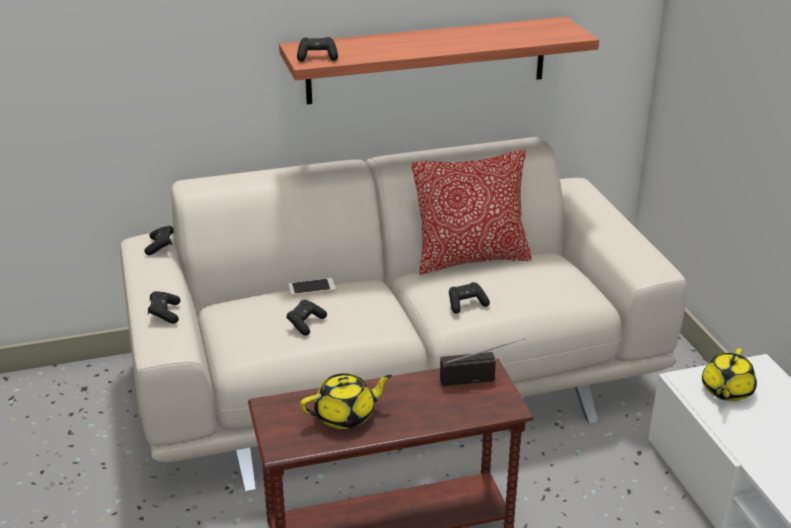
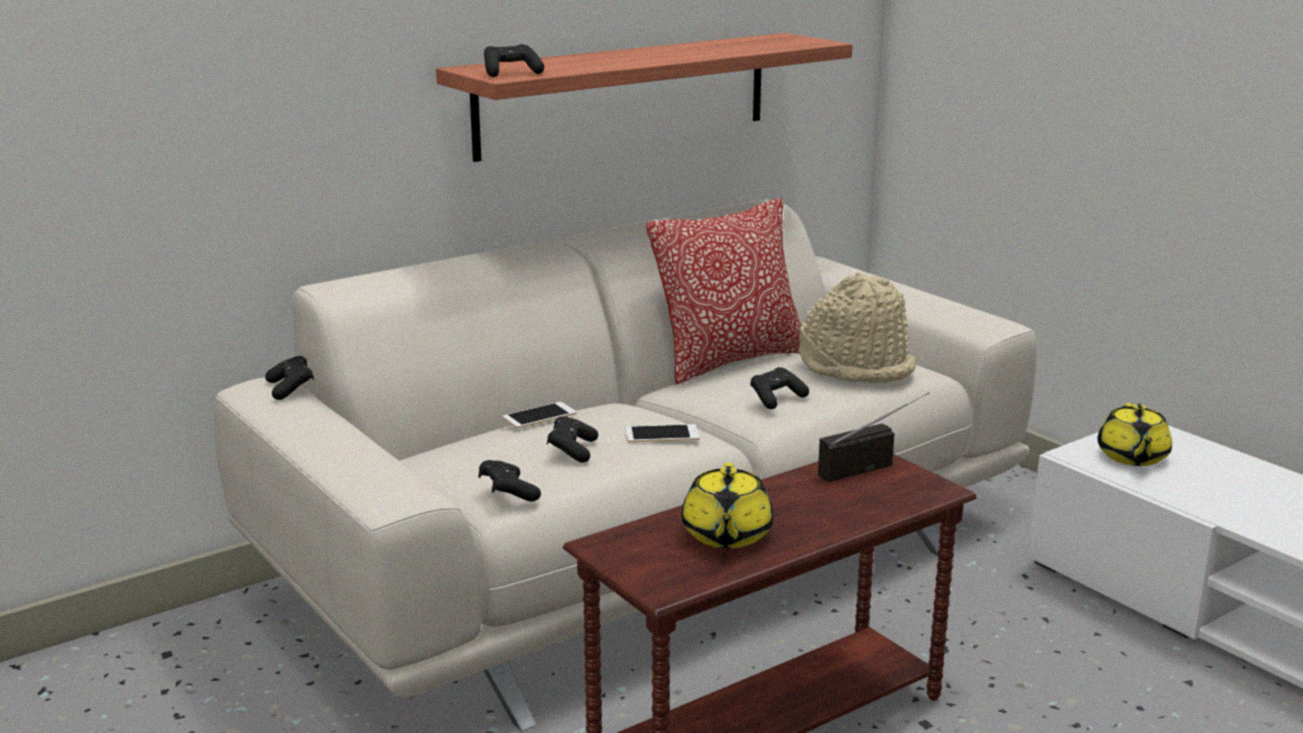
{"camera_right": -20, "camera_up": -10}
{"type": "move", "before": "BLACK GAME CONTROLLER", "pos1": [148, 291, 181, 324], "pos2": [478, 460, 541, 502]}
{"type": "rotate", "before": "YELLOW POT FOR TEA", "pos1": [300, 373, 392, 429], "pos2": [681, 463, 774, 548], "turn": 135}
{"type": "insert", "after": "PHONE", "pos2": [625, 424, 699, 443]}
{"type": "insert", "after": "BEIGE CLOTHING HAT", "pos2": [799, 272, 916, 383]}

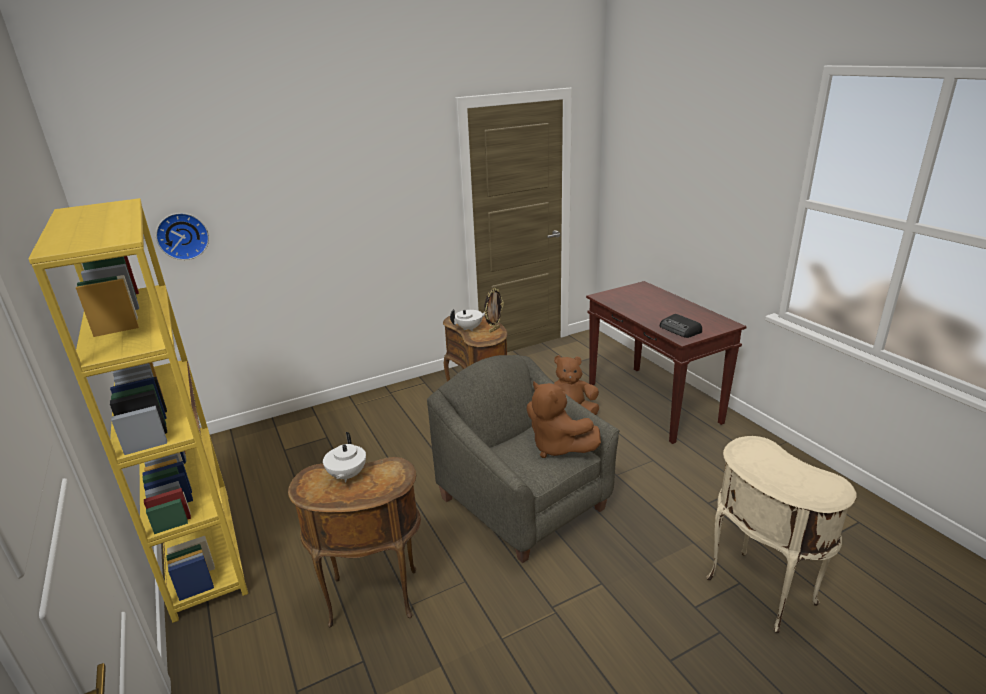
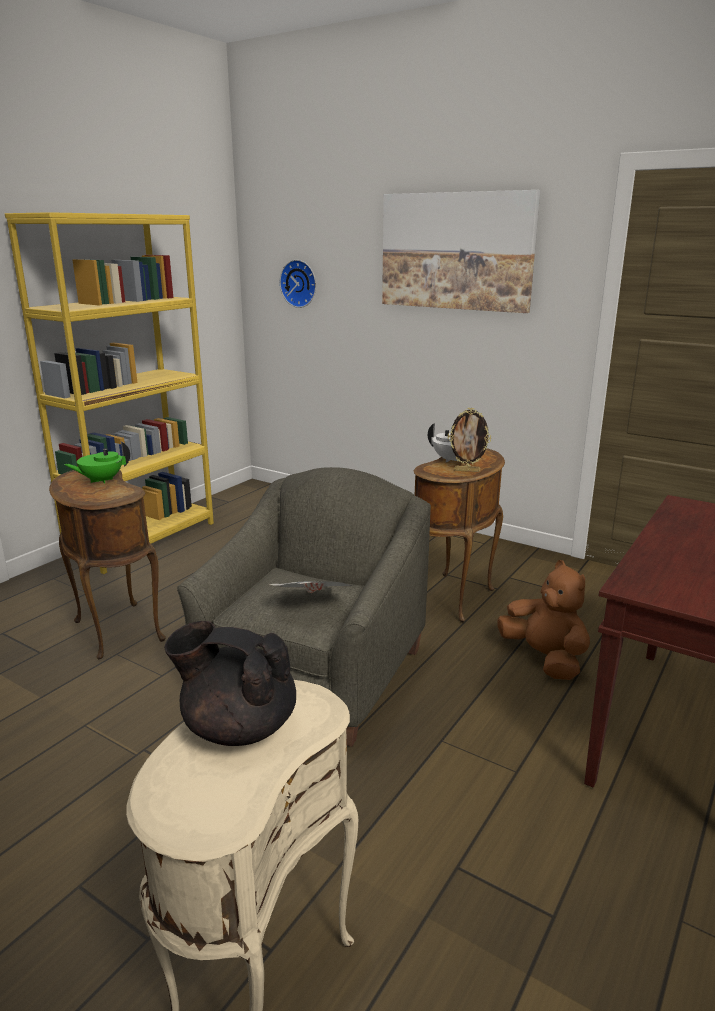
{"camera_right": 60, "camera_up": -5}
{"type": "recolor", "before": "WHITISH POT FOR TEA", "after": "GREENISH POT FOR TEA", "pos1": [323, 432, 366, 483], "pos2": [64, 441, 130, 484]}
{"type": "replace", "before": "BROWNISH CUDDLY TOY", "after": "NEWSPAPER", "pos1": [526, 382, 601, 458], "pos2": [270, 581, 352, 593]}
{"type": "delete", "before": "RADIO RECEIVER", "pos1": [660, 314, 702, 338]}
{"type": "insert", "after": "BLACK POT FOR TEA", "pos2": [164, 621, 296, 746]}
{"type": "insert", "after": "WALL PICTURE", "pos2": [382, 190, 540, 313]}

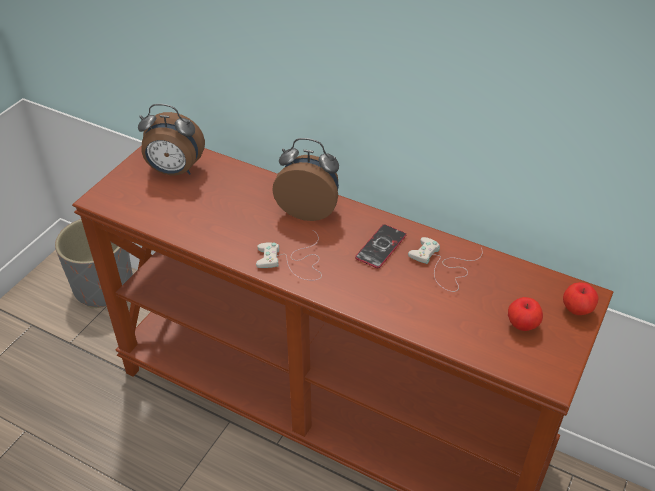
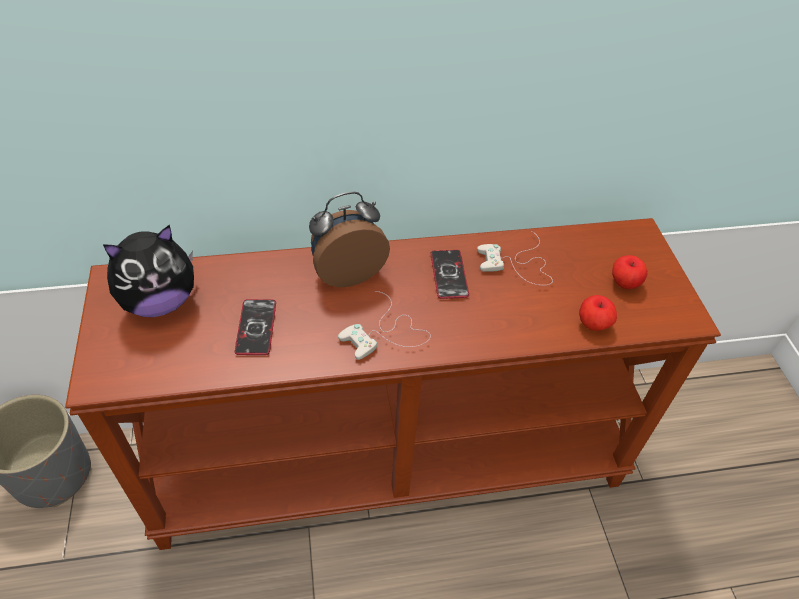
{"camera_right": -40, "camera_up": 5}
{"type": "replace", "before": "TABLE CLOCK", "after": "CUDDLY TOY", "pos1": [138, 104, 205, 175], "pos2": [103, 225, 194, 317]}
{"type": "move", "before": "WHOLE APPLE", "pos1": [563, 282, 598, 315], "pos2": [579, 295, 617, 331]}
{"type": "insert", "after": "PHONE", "pos2": [235, 299, 276, 355]}

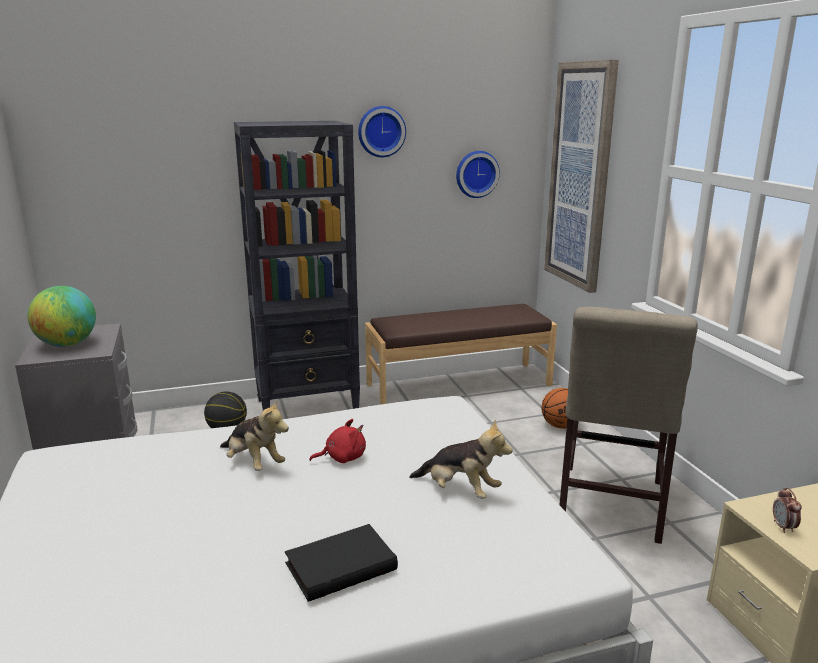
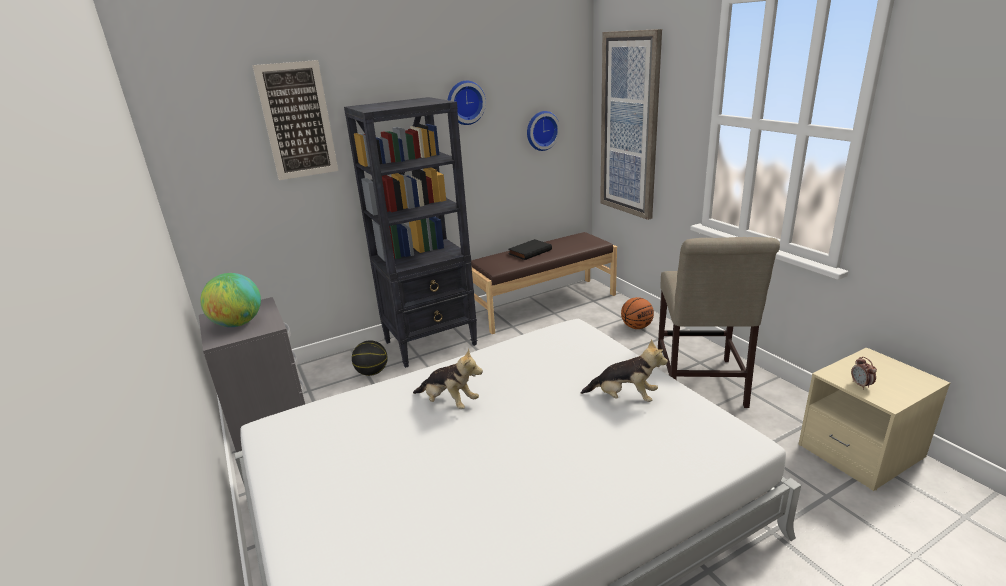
{"camera_right": -10, "camera_up": 5}
{"type": "move", "before": "BLACK VOLUME", "pos1": [285, 524, 398, 602], "pos2": [508, 239, 552, 260]}
{"type": "delete", "before": "RED-COLOURED CUDDLY TOY", "pos1": [309, 419, 366, 463]}
{"type": "insert", "after": "WALL PICTURE", "pos2": [252, 60, 338, 180]}

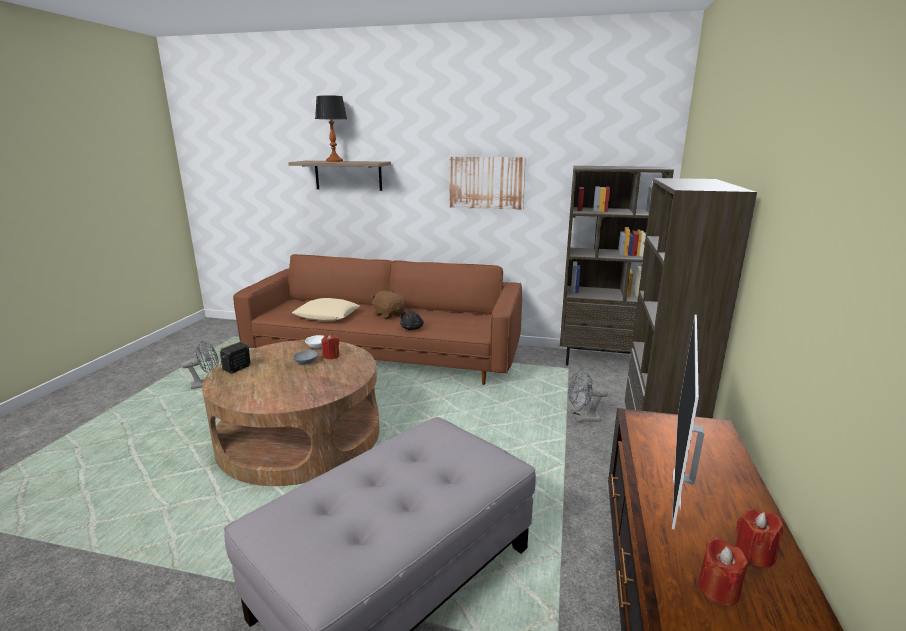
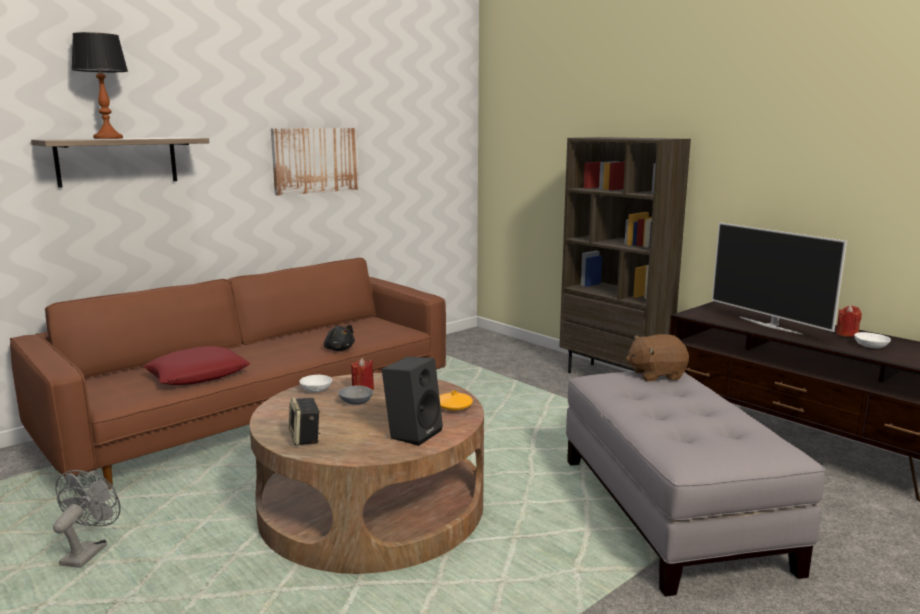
{"camera_right": -55, "camera_up": -5}
{"type": "recolor", "before": "BEIGE PILLOW", "after": "RED-COLOURED PILLOW", "pos1": [292, 298, 360, 321], "pos2": [143, 346, 250, 385]}
{"type": "move", "before": "BROWNISH CUDDLY TOY", "pos1": [371, 290, 405, 319], "pos2": [626, 334, 689, 382]}
{"type": "delete", "before": "BROWNISH SHELVING UNIT", "pos1": [560, 166, 674, 365]}
{"type": "delete", "before": "GRAY FAN", "pos1": [568, 369, 608, 422]}
{"type": "replace", "before": "RED-COLOURED CANDLE", "after": "WHITISH SERVING BOWL", "pos1": [698, 537, 748, 606], "pos2": [854, 332, 891, 348]}
{"type": "insert", "after": "BLACK SPEAKER", "pos2": [382, 356, 443, 446]}
{"type": "insert", "after": "ORANGE FLOWER VASE", "pos2": [439, 391, 473, 411]}

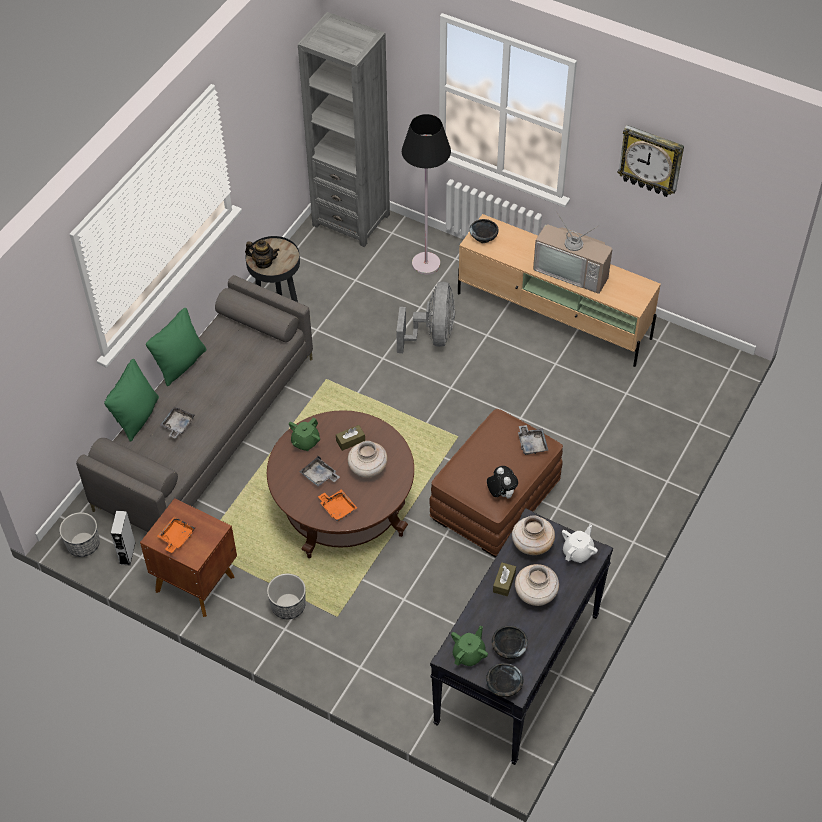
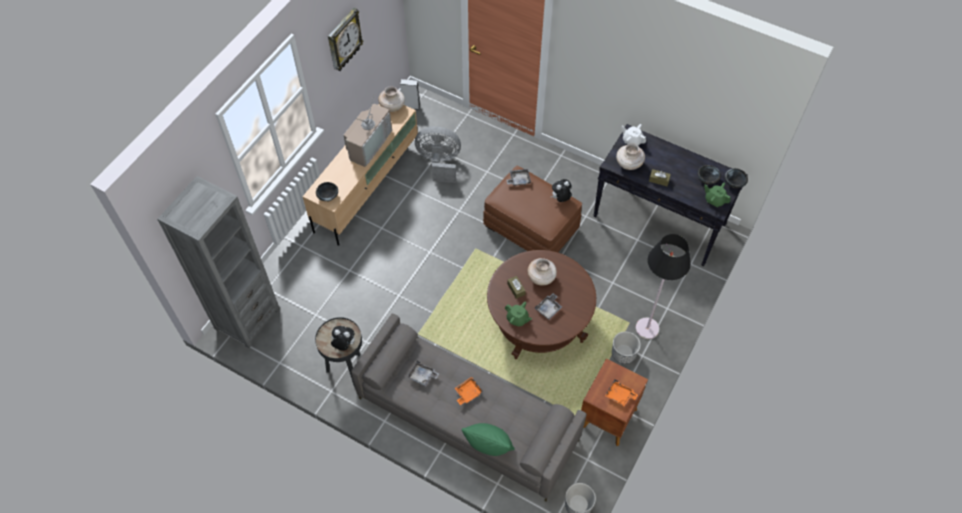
{"camera_right": -90, "camera_up": 5}
{"type": "move", "before": "GRAY SPEAKER", "pos1": [111, 511, 136, 565], "pos2": [400, 79, 420, 110]}
{"type": "delete", "before": "GREENISH PILLOW", "pos1": [146, 308, 207, 386]}
{"type": "move", "before": "GRAY TRAY", "pos1": [160, 407, 195, 438], "pos2": [407, 361, 439, 386]}
{"type": "replace", "before": "POT FOR TEA", "after": "CUDDLY TOY", "pos1": [245, 240, 279, 269], "pos2": [331, 326, 355, 351]}
{"type": "move", "before": "ORANGE TRAY", "pos1": [318, 489, 357, 521], "pos2": [455, 377, 483, 405]}
{"type": "move", "before": "GRAY FAN", "pos1": [396, 282, 455, 353], "pos2": [415, 126, 461, 183]}
{"type": "move", "before": "BLACK STANDARD LAMP", "pos1": [402, 114, 451, 275], "pos2": [635, 234, 691, 339]}
{"type": "move", "before": "BEIGE FLOWER VASE", "pos1": [515, 564, 559, 606], "pos2": [378, 86, 405, 112]}

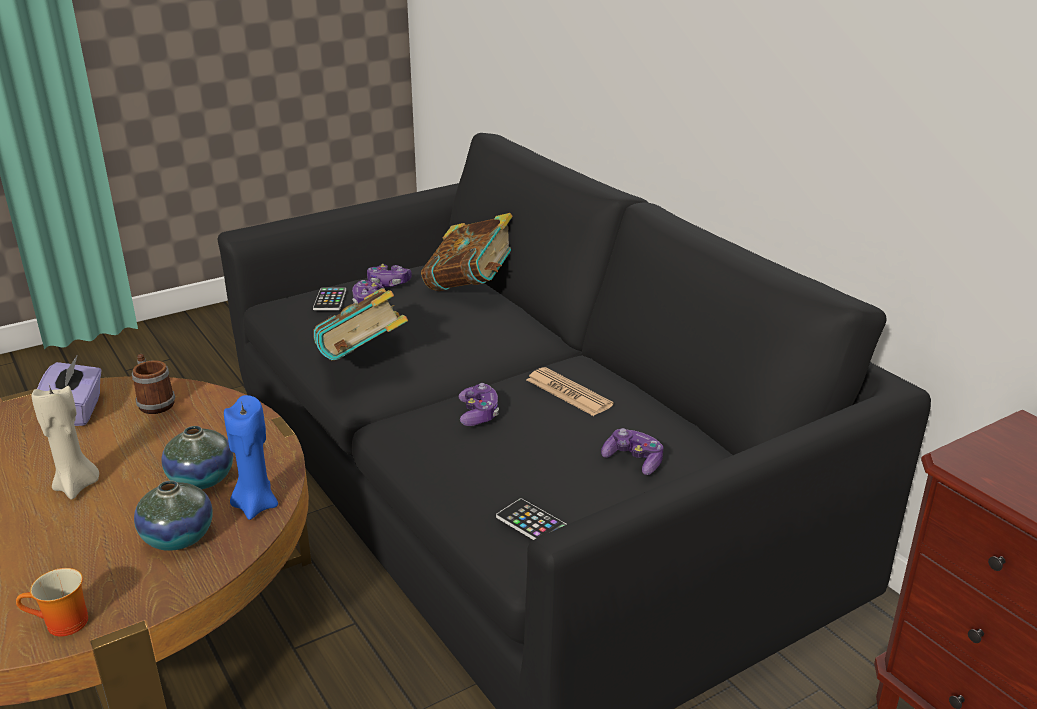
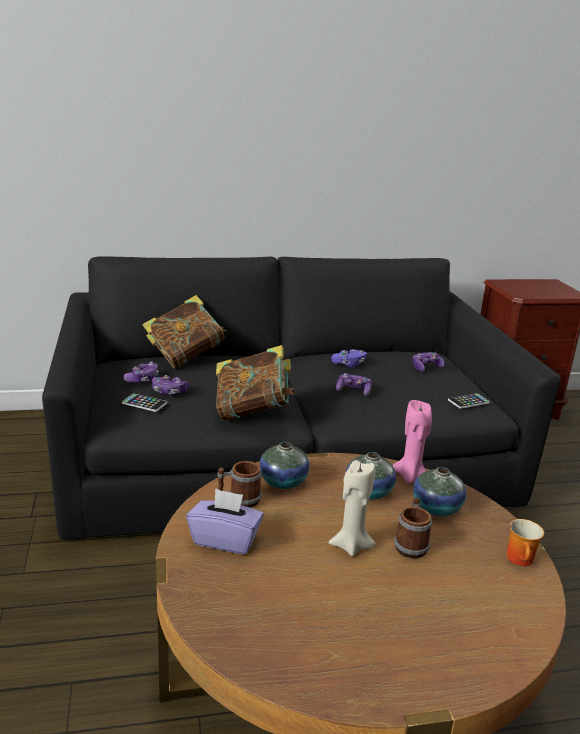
{"camera_right": -70, "camera_up": -5}
{"type": "recolor", "before": "BLUISH CANDLE", "after": "PINK CANDLE", "pos1": [224, 395, 278, 520], "pos2": [393, 400, 432, 483]}
{"type": "replace", "before": "NEWSPAPER", "after": "PURPLE GAME CONTROLLER", "pos1": [527, 367, 614, 416], "pos2": [331, 349, 366, 368]}
{"type": "insert", "after": "FLOWER VASE", "pos2": [259, 442, 310, 489]}
{"type": "insert", "after": "TEA MUG", "pos2": [394, 497, 432, 558]}

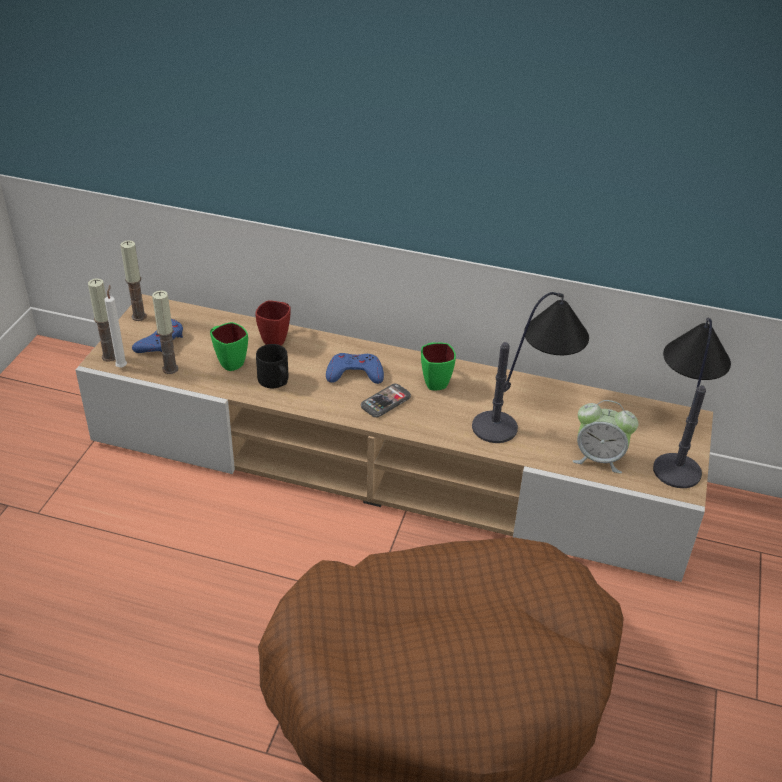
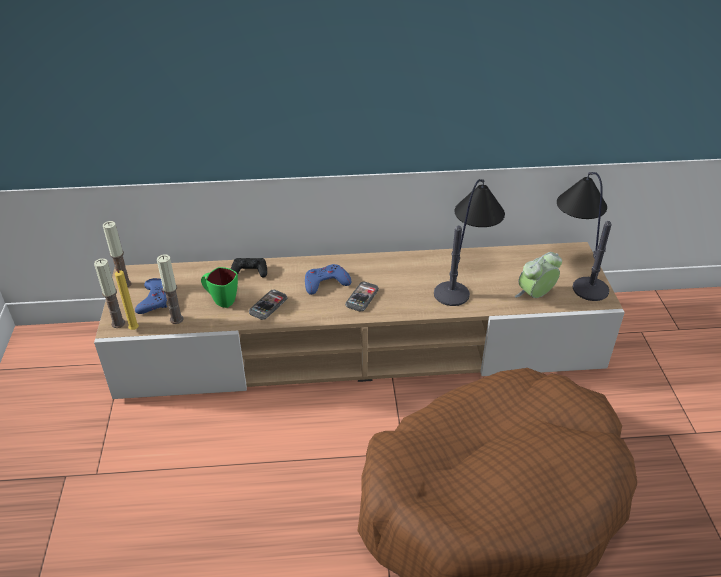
{"camera_right": -20, "camera_up": 0}
{"type": "recolor", "before": "WHITISH CANDLE", "after": "YELLOW CANDLE", "pos1": [105, 285, 127, 368], "pos2": [115, 261, 139, 330]}
{"type": "replace", "before": "RED-COLOURED TEA MUG", "after": "BLACK GAME CONTROLLER", "pos1": [255, 301, 291, 345], "pos2": [230, 258, 267, 278]}
{"type": "replace", "before": "BLACK TEA MUG", "after": "PHONE", "pos1": [256, 344, 289, 388], "pos2": [249, 290, 287, 320]}
{"type": "delete", "before": "GREENISH TEA MUG", "pos1": [421, 342, 456, 390]}
{"type": "rotate", "before": "TABLE CLOCK", "pos1": [573, 400, 638, 473], "pos2": [515, 252, 562, 298], "turn": 150}

